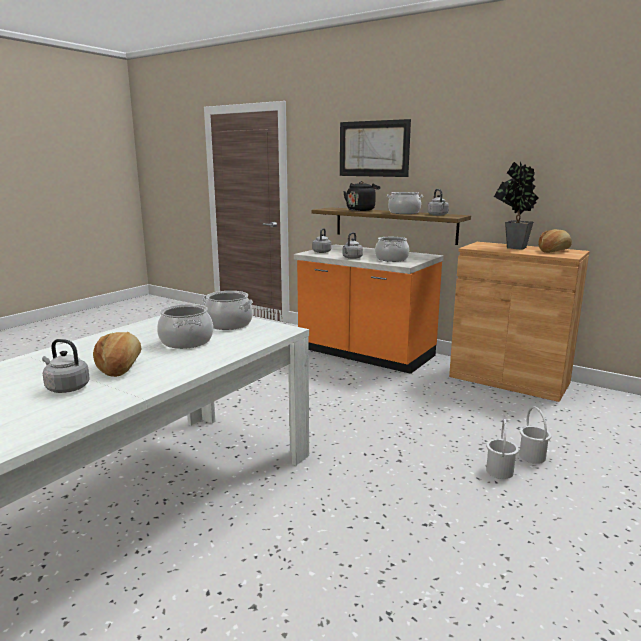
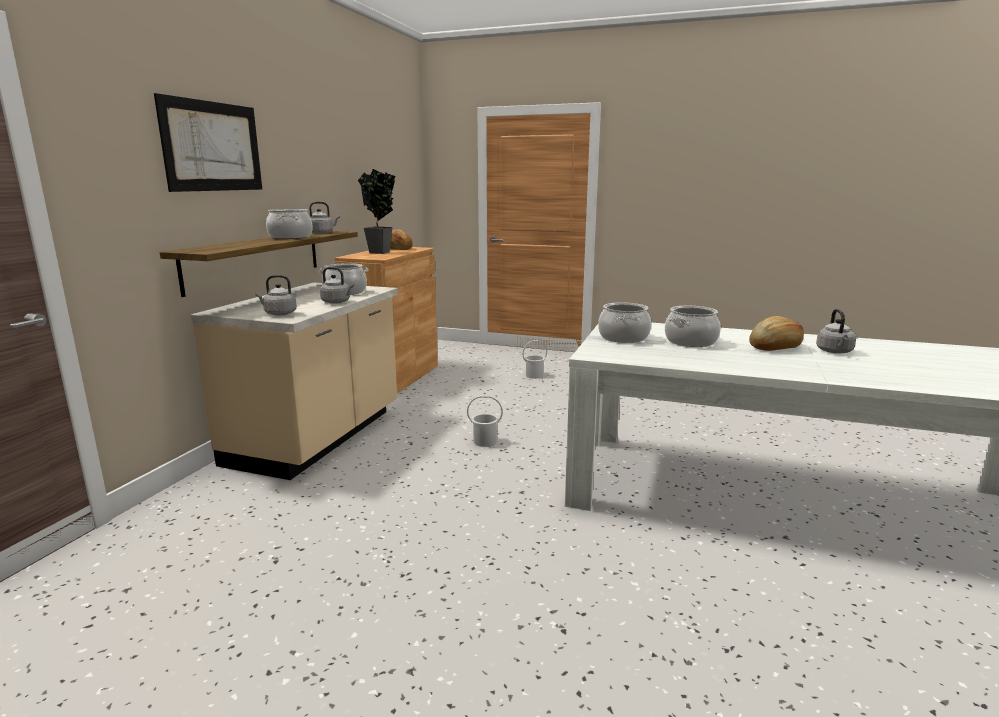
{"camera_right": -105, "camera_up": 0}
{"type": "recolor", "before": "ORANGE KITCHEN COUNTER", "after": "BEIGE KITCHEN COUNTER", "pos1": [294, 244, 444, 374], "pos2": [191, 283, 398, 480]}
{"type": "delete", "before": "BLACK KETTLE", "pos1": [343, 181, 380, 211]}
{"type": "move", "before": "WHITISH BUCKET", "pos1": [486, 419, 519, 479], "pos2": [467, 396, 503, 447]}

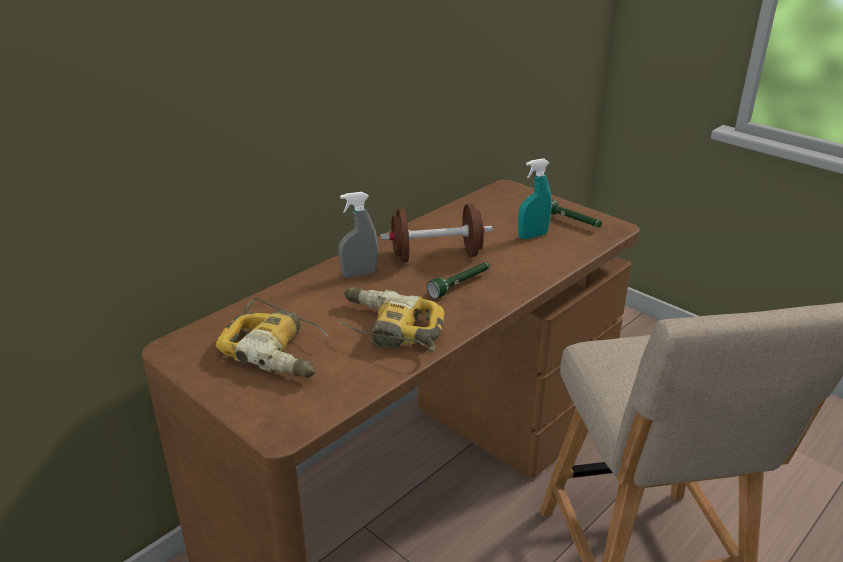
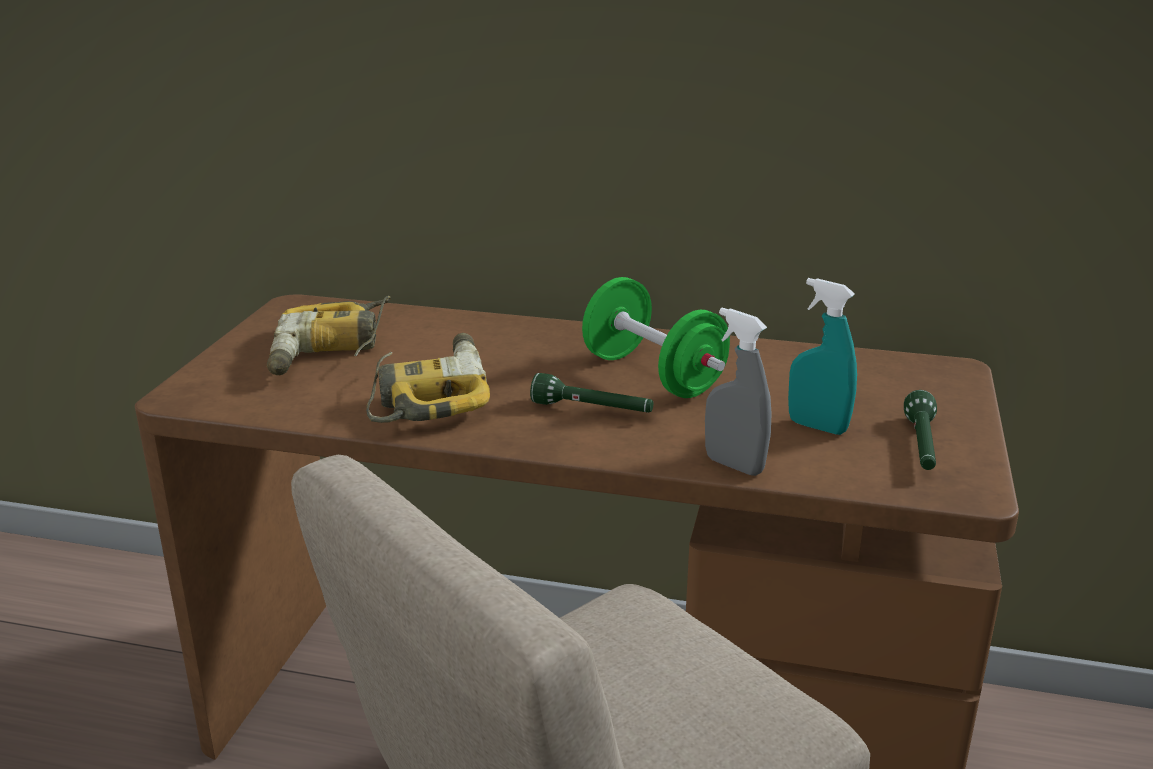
{"camera_right": 60, "camera_up": -5}
{"type": "move", "before": "GRAY SPRAYER", "pos1": [338, 192, 378, 278], "pos2": [705, 308, 772, 476]}
{"type": "recolor", "before": "BROWNISH DUMBBELL", "after": "GREENISH DUMBBELL", "pos1": [381, 204, 493, 262], "pos2": [582, 277, 730, 398]}

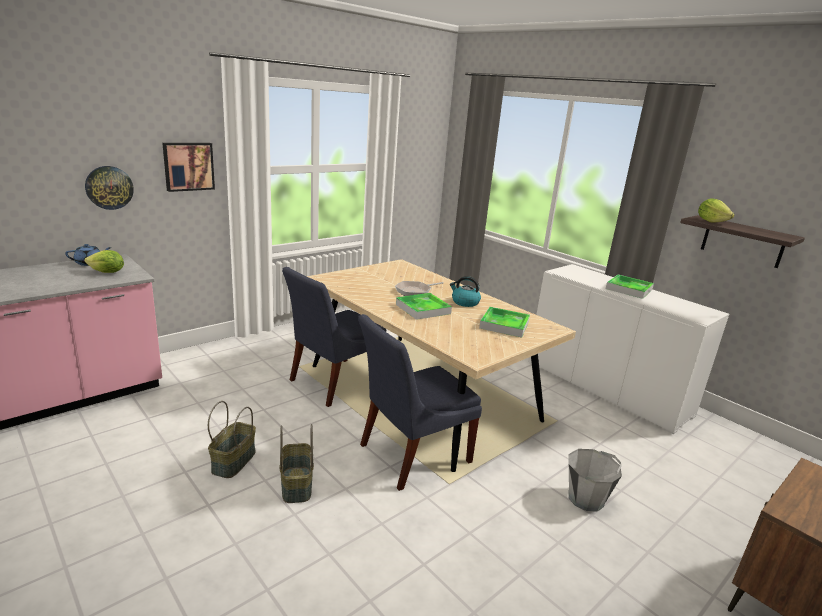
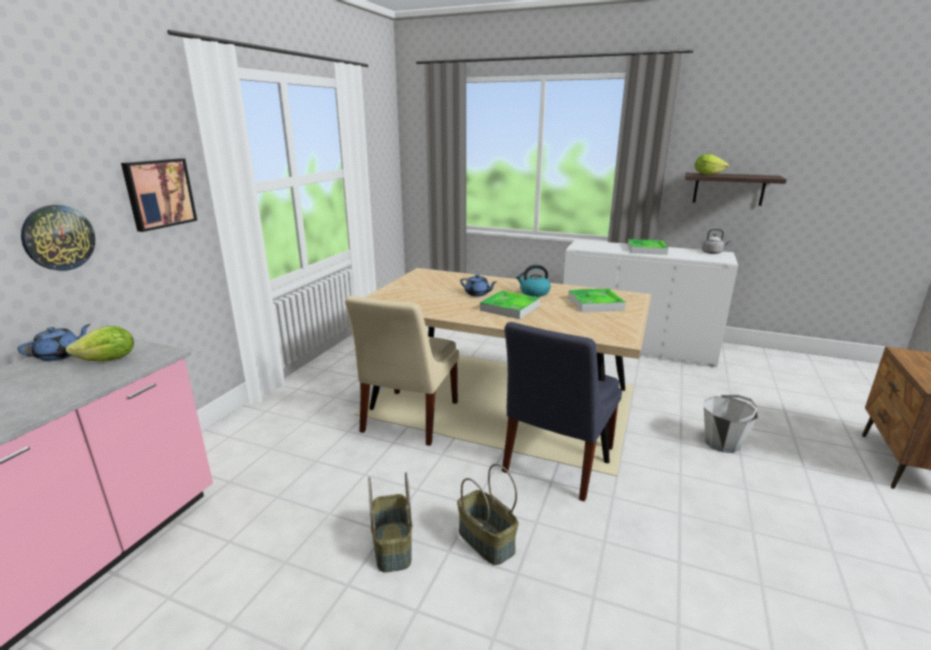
{"camera_right": -25, "camera_up": 0}
{"type": "recolor", "before": "BLUISH PLAIN CHAIR", "after": "BEIGE PLAIN CHAIR", "pos1": [282, 267, 386, 407], "pos2": [345, 296, 459, 446]}
{"type": "replace", "before": "FRYING PAN", "after": "BLUISH POT FOR TEA", "pos1": [395, 281, 444, 296], "pos2": [460, 275, 496, 297]}
{"type": "insert", "after": "GRAY KETTLE", "pos2": [702, 229, 731, 254]}

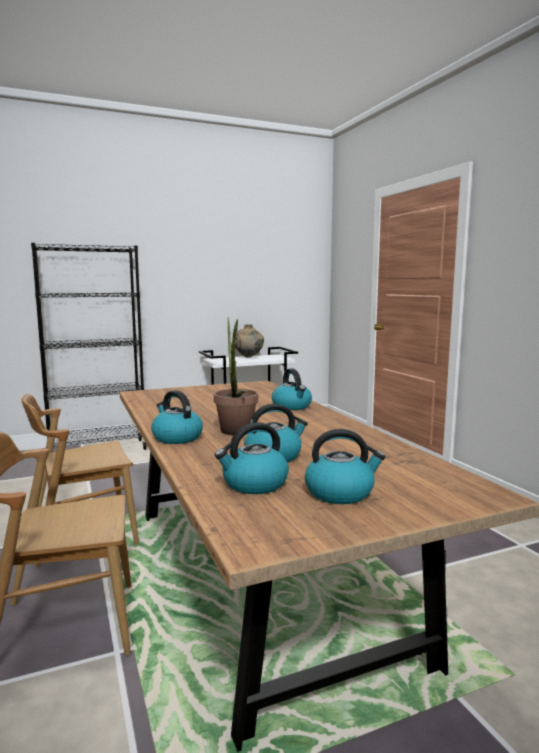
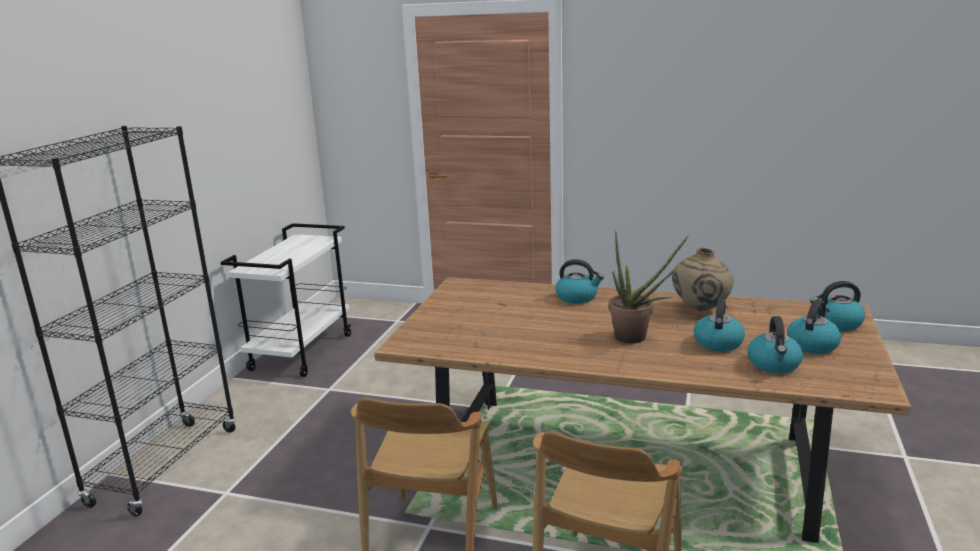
{"camera_right": -50, "camera_up": 10}
{"type": "move", "before": "KETTLE", "pos1": [151, 390, 203, 444], "pos2": [810, 281, 865, 331]}
{"type": "move", "before": "BEIGE FLOWER VASE", "pos1": [235, 324, 264, 358], "pos2": [672, 248, 734, 311]}

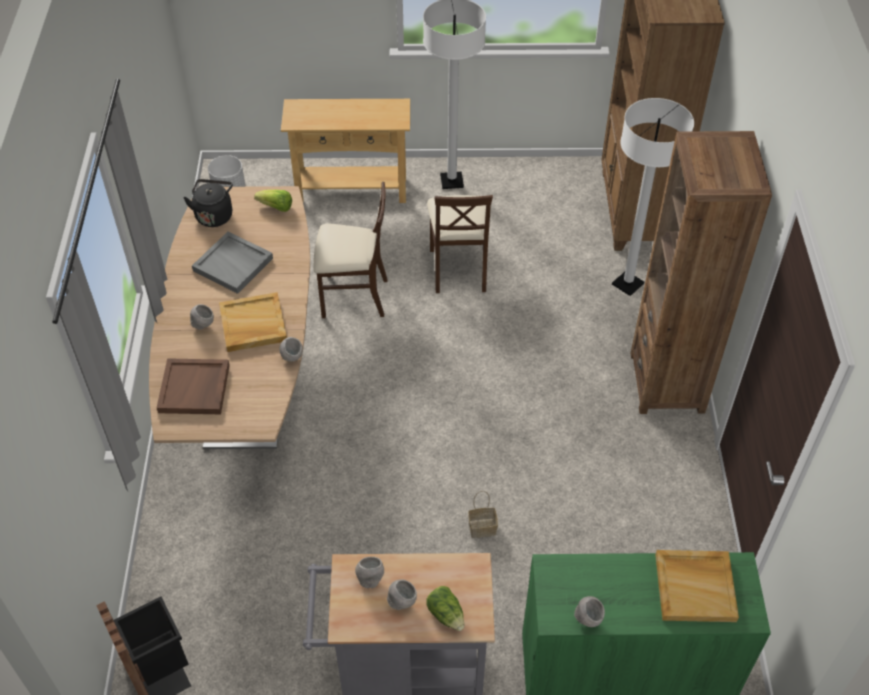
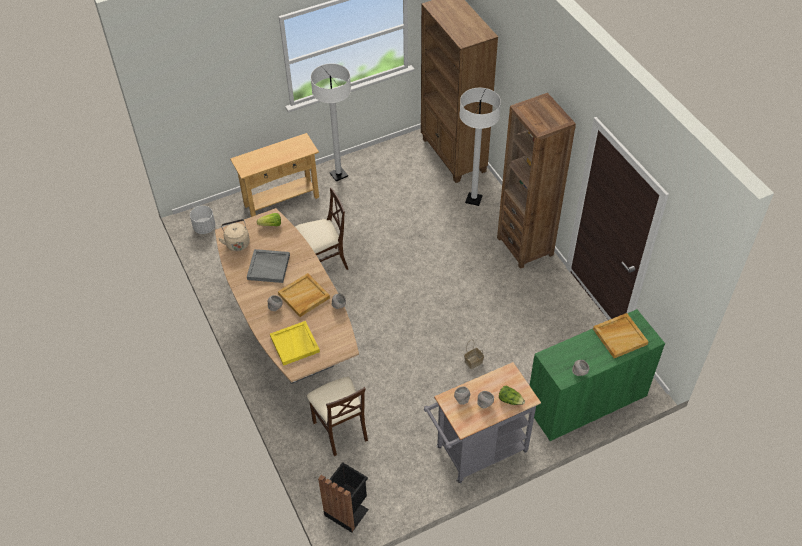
{"camera_right": -25, "camera_up": 0}
{"type": "recolor", "before": "BROWNISH TRAY", "after": "YELLOW TRAY", "pos1": [157, 358, 230, 414], "pos2": [270, 321, 320, 366]}
{"type": "recolor", "before": "BLACK KETTLE", "after": "BEIGE KETTLE", "pos1": [183, 179, 233, 227], "pos2": [218, 219, 250, 251]}
{"type": "move", "before": "BEIGE PLAIN CHAIR", "pos1": [427, 195, 493, 293], "pos2": [307, 377, 368, 456]}

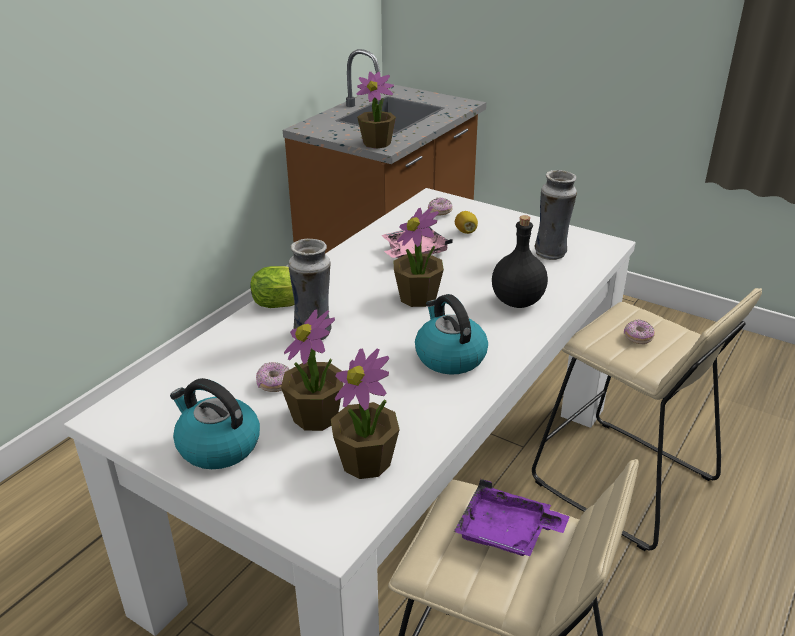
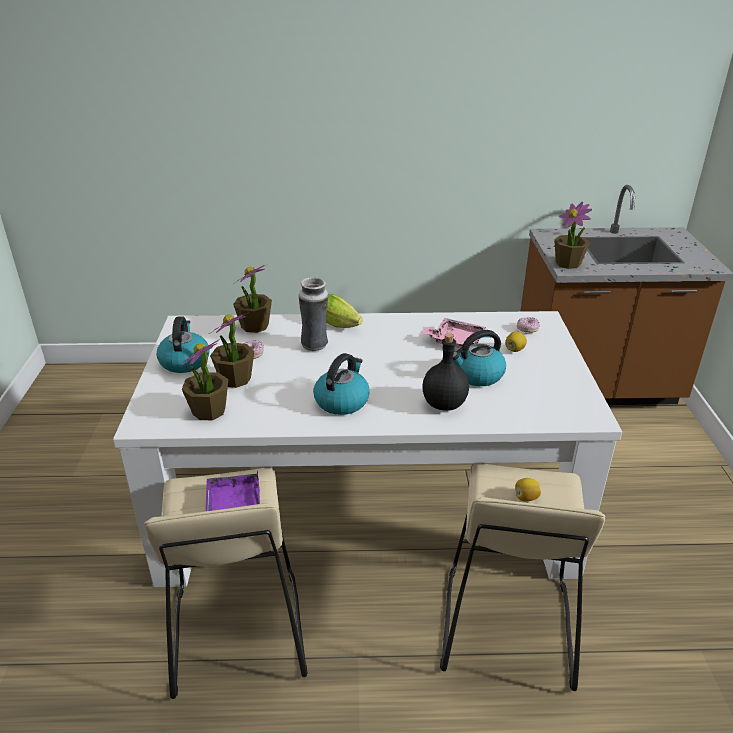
{"camera_right": 55, "camera_up": 0}
{"type": "move", "before": "PLANT IN A POT", "pos1": [394, 207, 444, 307], "pos2": [233, 265, 272, 333]}
{"type": "delete", "before": "FLOWER VASE", "pos1": [534, 170, 577, 260]}
{"type": "replace", "before": "RING DOUGHNUT", "after": "LEMON", "pos1": [624, 319, 655, 344], "pos2": [515, 478, 541, 501]}
{"type": "insert", "after": "KETTLE", "pos2": [453, 330, 506, 386]}

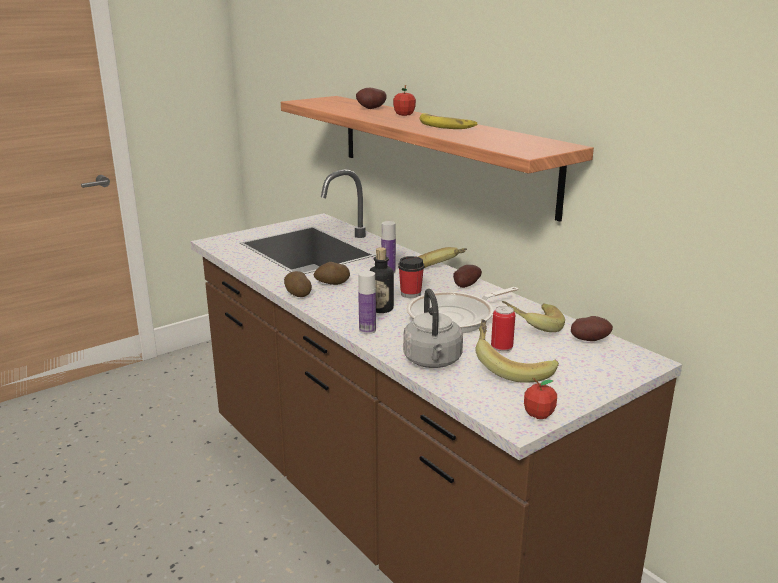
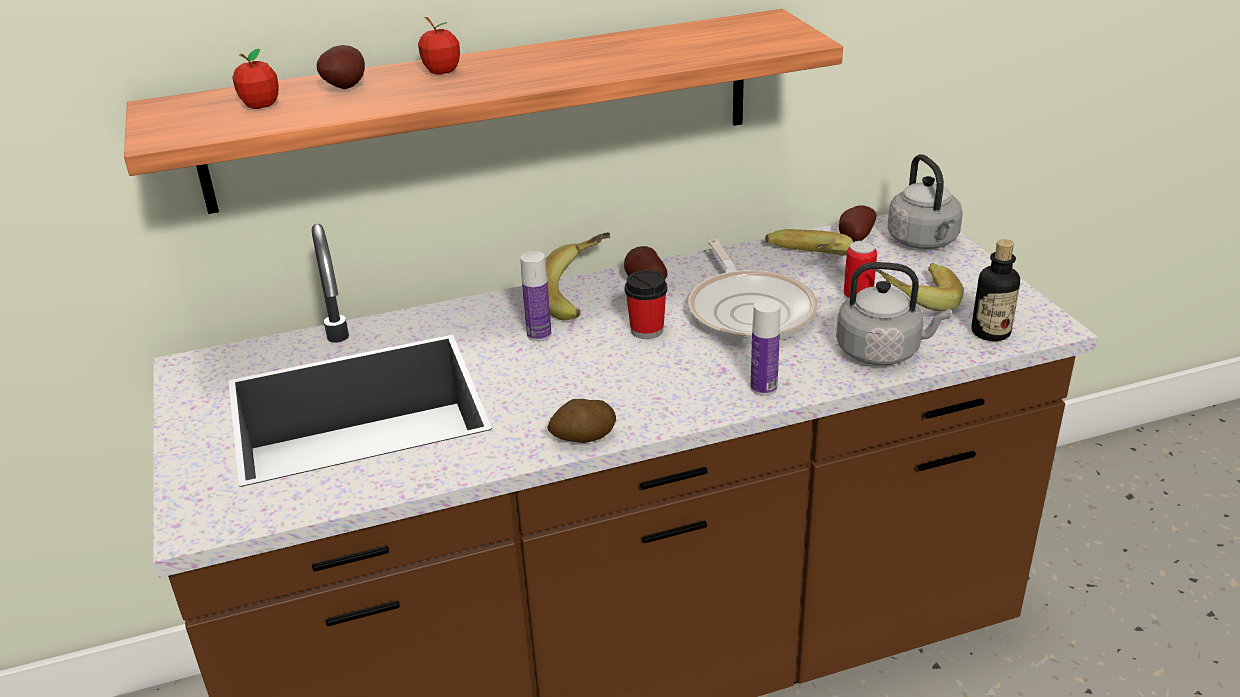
{"camera_right": -70, "camera_up": 10}
{"type": "delete", "before": "POTATO", "pos1": [314, 262, 350, 285]}
{"type": "move", "before": "BOTTLE", "pos1": [369, 247, 394, 313], "pos2": [971, 239, 1020, 341]}
{"type": "delete", "before": "WHOLE BANANA", "pos1": [420, 113, 477, 129]}
{"type": "move", "before": "WHOLE APPLE", "pos1": [524, 377, 557, 419], "pos2": [232, 49, 279, 109]}
{"type": "insert", "after": "GRAY KETTLE", "pos2": [888, 154, 963, 249]}

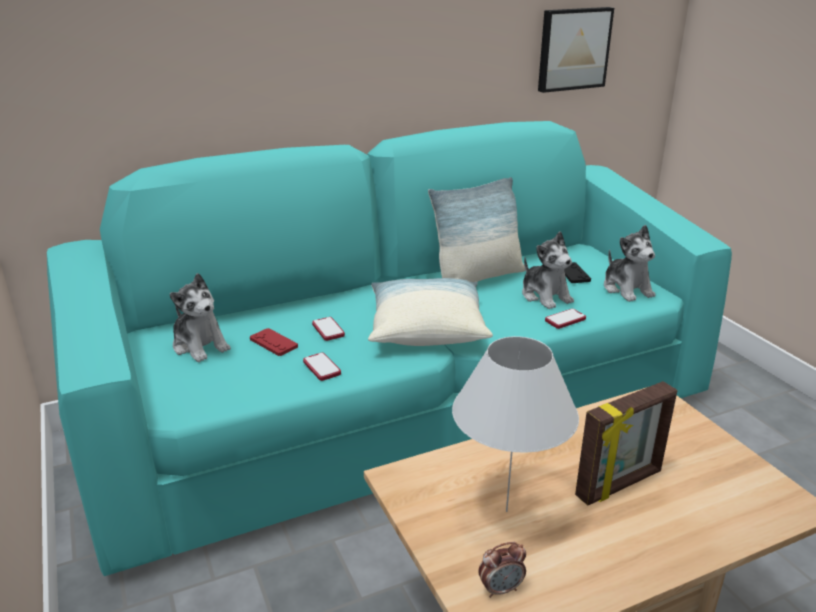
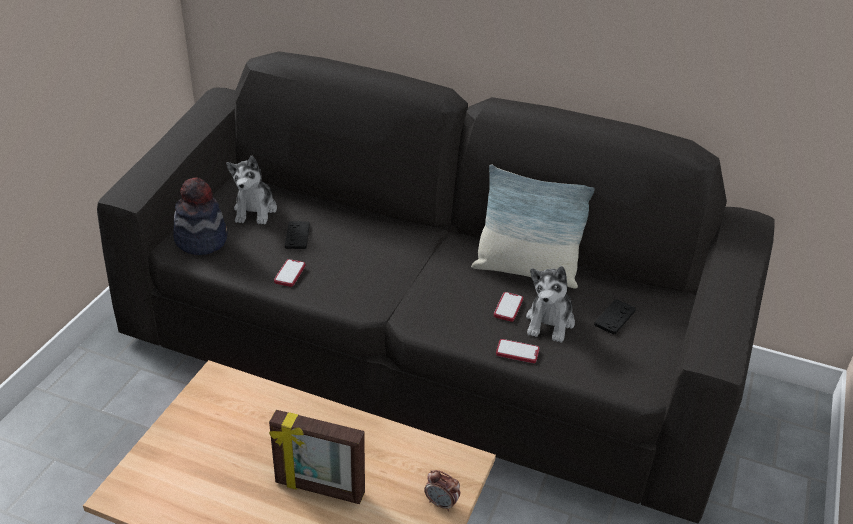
{"camera_right": 45, "camera_up": 10}
{"type": "recolor", "before": "BLUE-GREEN SOFA", "after": "BLACK SOFA", "pos1": [47, 121, 732, 576], "pos2": [97, 51, 775, 523]}
{"type": "recolor", "before": "RED-COLOURED GAME CONTROLLER", "after": "BLACK GAME CONTROLLER", "pos1": [250, 328, 298, 356], "pos2": [285, 221, 310, 249]}
{"type": "move", "before": "PHONE", "pos1": [312, 317, 345, 341], "pos2": [494, 292, 523, 322]}
{"type": "delete", "before": "PILLOW", "pos1": [368, 278, 493, 346]}
{"type": "delete", "before": "WHITISH TABLE LAMP", "pos1": [452, 336, 579, 512]}
{"type": "move", "before": "TABLE CLOCK", "pos1": [478, 542, 526, 598], "pos2": [424, 470, 460, 511]}
{"type": "delete", "before": "WALL PICTURE", "pos1": [538, 7, 614, 93]}
{"type": "delete", "before": "CUDDLY TOY", "pos1": [604, 225, 655, 302]}
{"type": "insert", "after": "CLOTHING HAT", "pos2": [174, 177, 228, 255]}

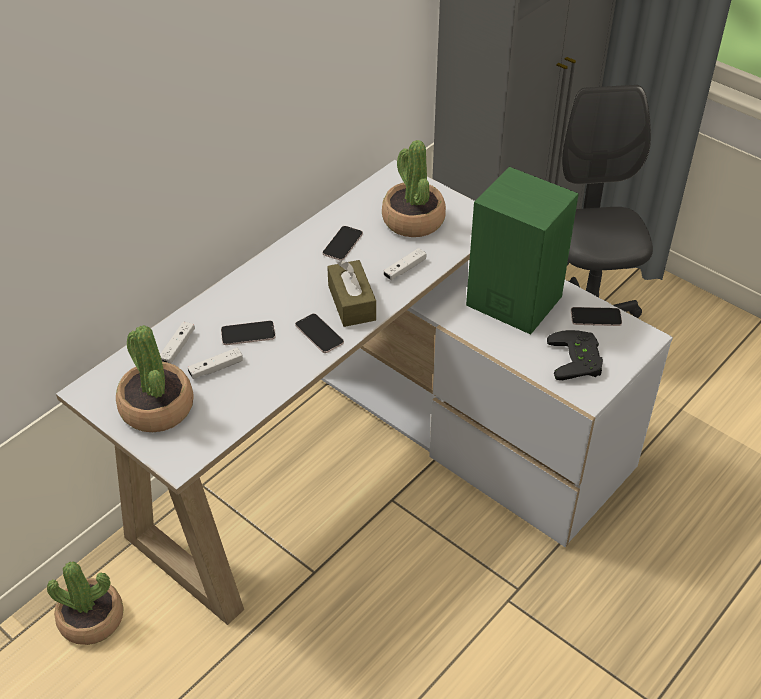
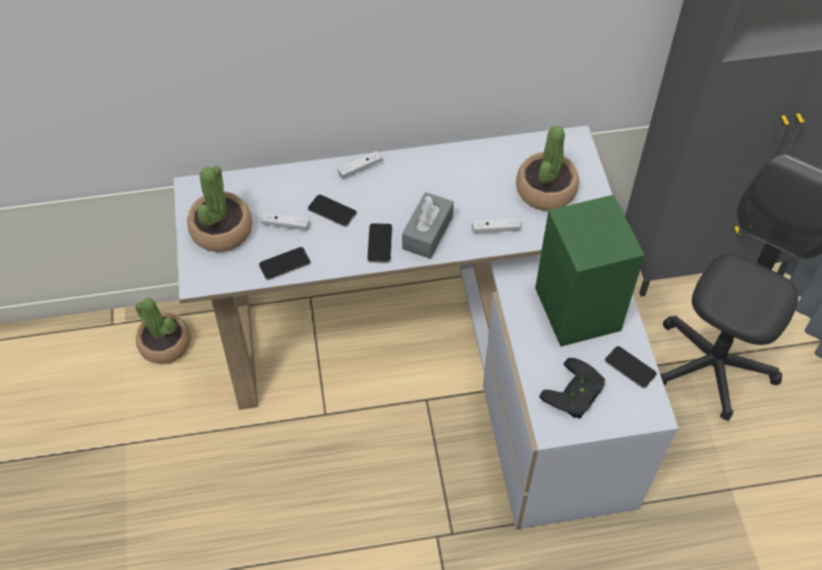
{"camera_right": 40, "camera_up": 10}
{"type": "move", "before": "WHITISH GAME CONTROLLER", "pos1": [160, 321, 195, 364], "pos2": [338, 151, 382, 179]}
{"type": "move", "before": "PHONE", "pos1": [323, 226, 363, 261], "pos2": [259, 247, 311, 280]}
{"type": "recolor", "before": "BROWNISH TISSUE HOLDER", "after": "GRAY TISSUE HOLDER", "pos1": [327, 260, 376, 327], "pos2": [402, 192, 454, 259]}

